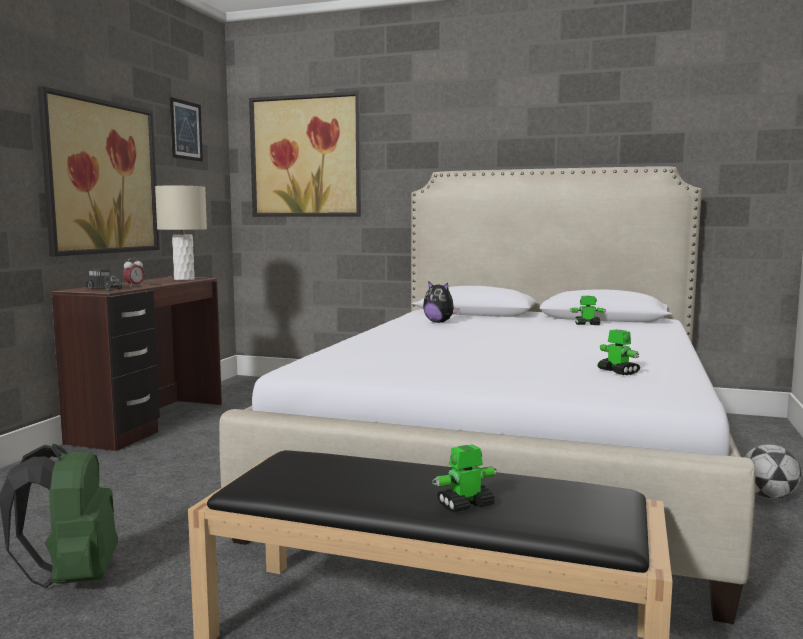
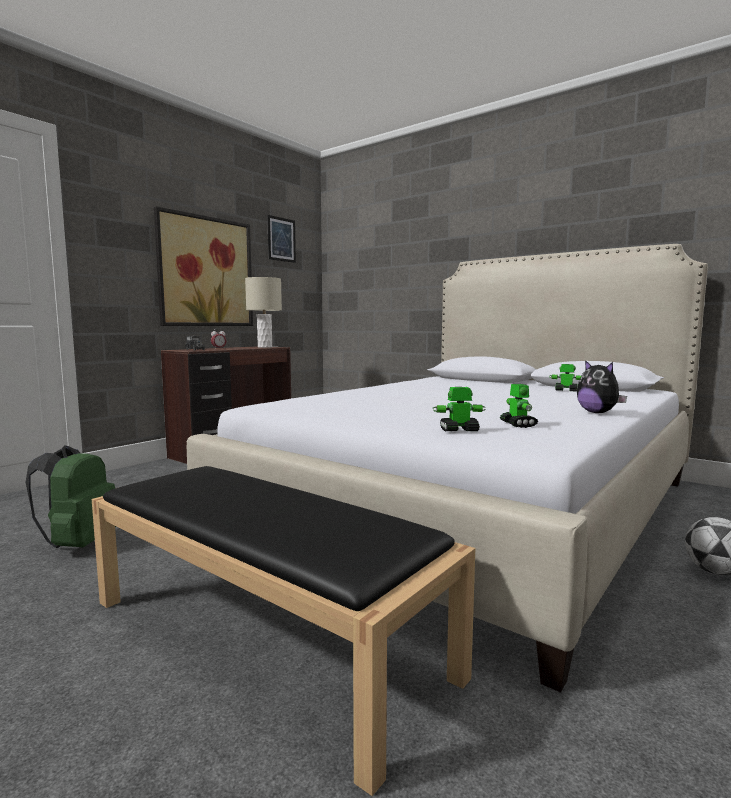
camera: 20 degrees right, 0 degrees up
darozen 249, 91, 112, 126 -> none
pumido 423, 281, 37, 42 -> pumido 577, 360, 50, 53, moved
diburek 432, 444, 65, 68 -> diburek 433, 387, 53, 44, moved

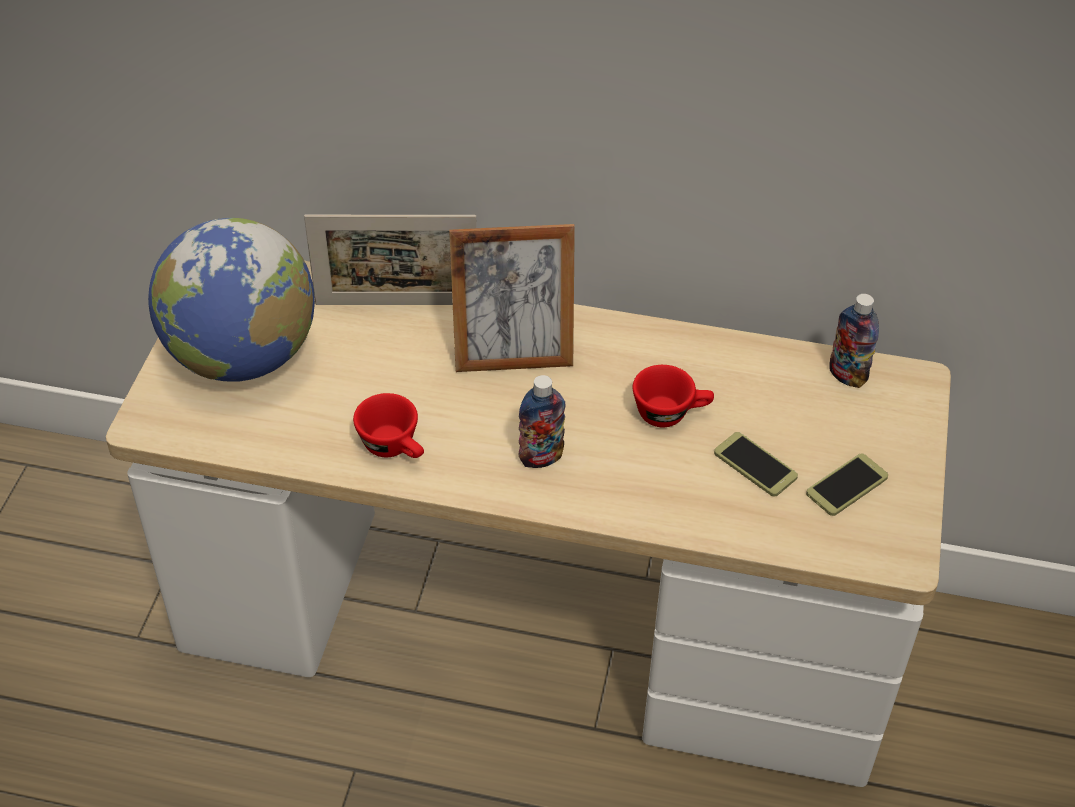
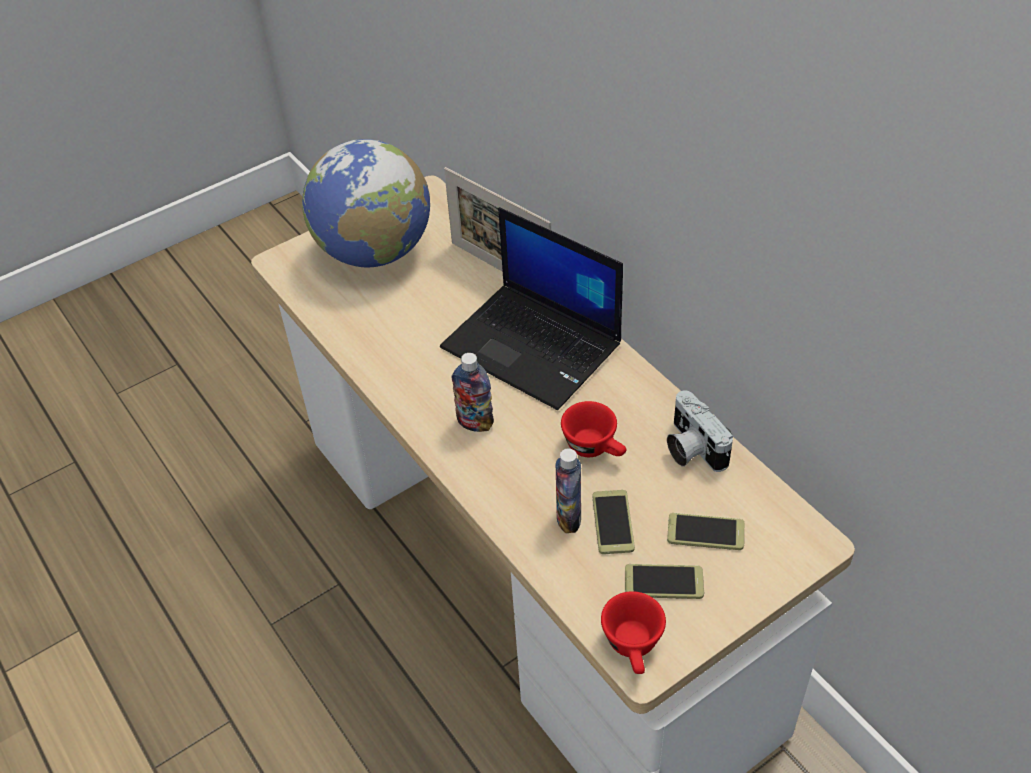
camera: 45 degrees right, 0 degrees up
none -> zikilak 667, 390, 66, 82
none -> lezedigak 667, 513, 77, 37
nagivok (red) 353, 393, 71, 65 -> nagivok (red) 601, 591, 65, 83, moved
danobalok 829, 294, 50, 94 -> danobalok 555, 449, 26, 84, moved
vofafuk 449, 224, 126, 148 -> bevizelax 440, 207, 183, 203

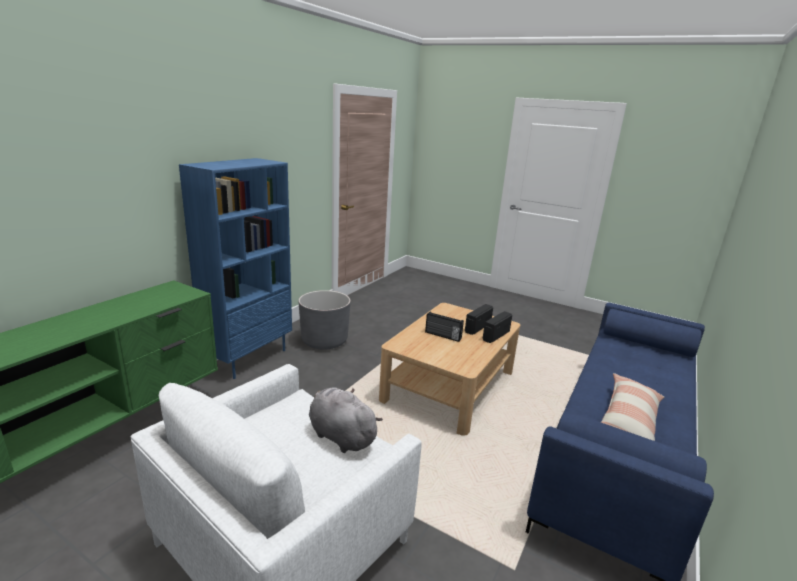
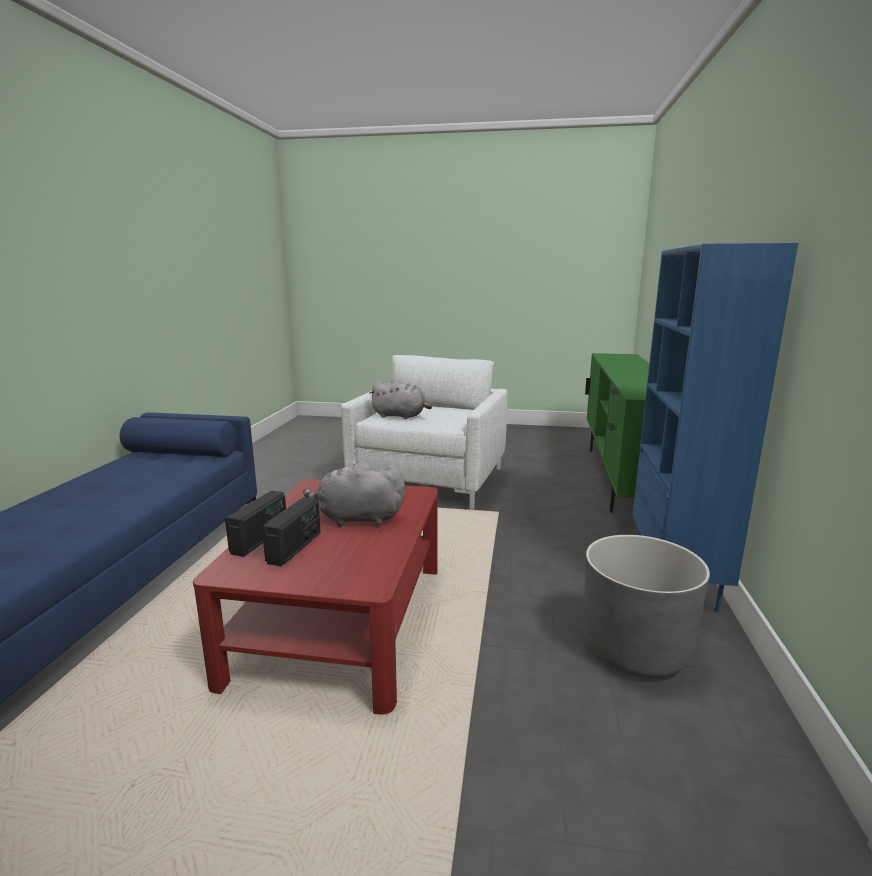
camera: 160 degrees right, 5 degrees down
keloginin 601, 373, 63, 68 -> none
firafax 425, 312, 39, 30 -> pumido (grey) 303, 462, 102, 65
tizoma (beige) 379, 303, 141, 133 -> tizoma (red) 193, 480, 245, 235

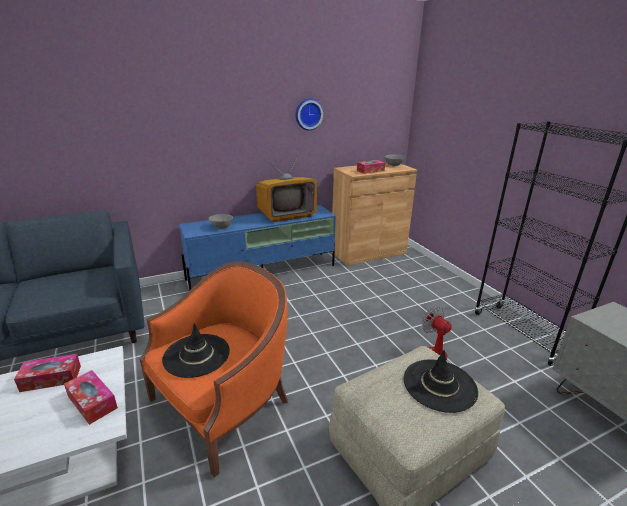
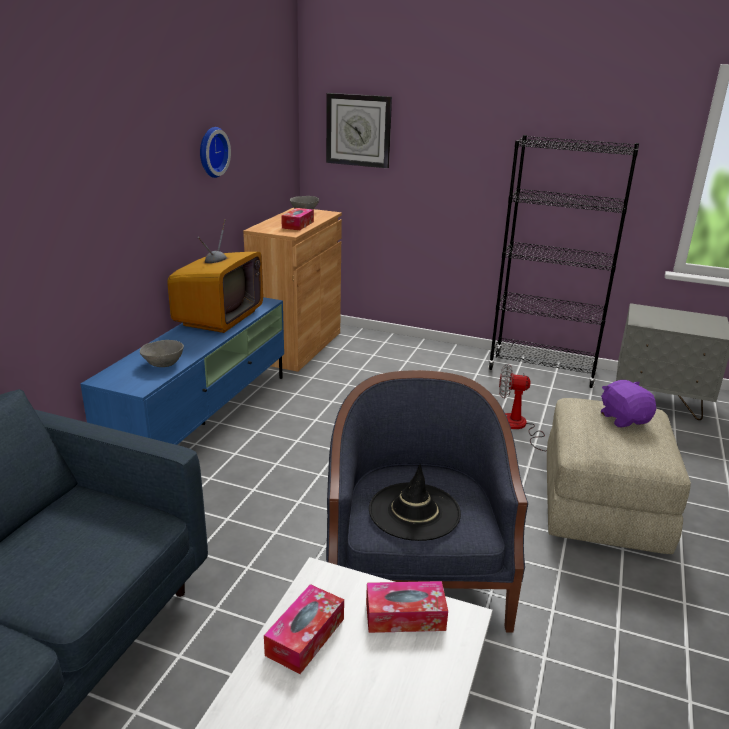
camera: 45 degrees left, 0 degrees up
none -> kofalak 326, 93, 66, 75
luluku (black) 404, 350, 74, 63 -> pumido (purple) 601, 380, 55, 47
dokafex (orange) 140, 261, 148, 217 -> dokafex (blue) 326, 370, 202, 263

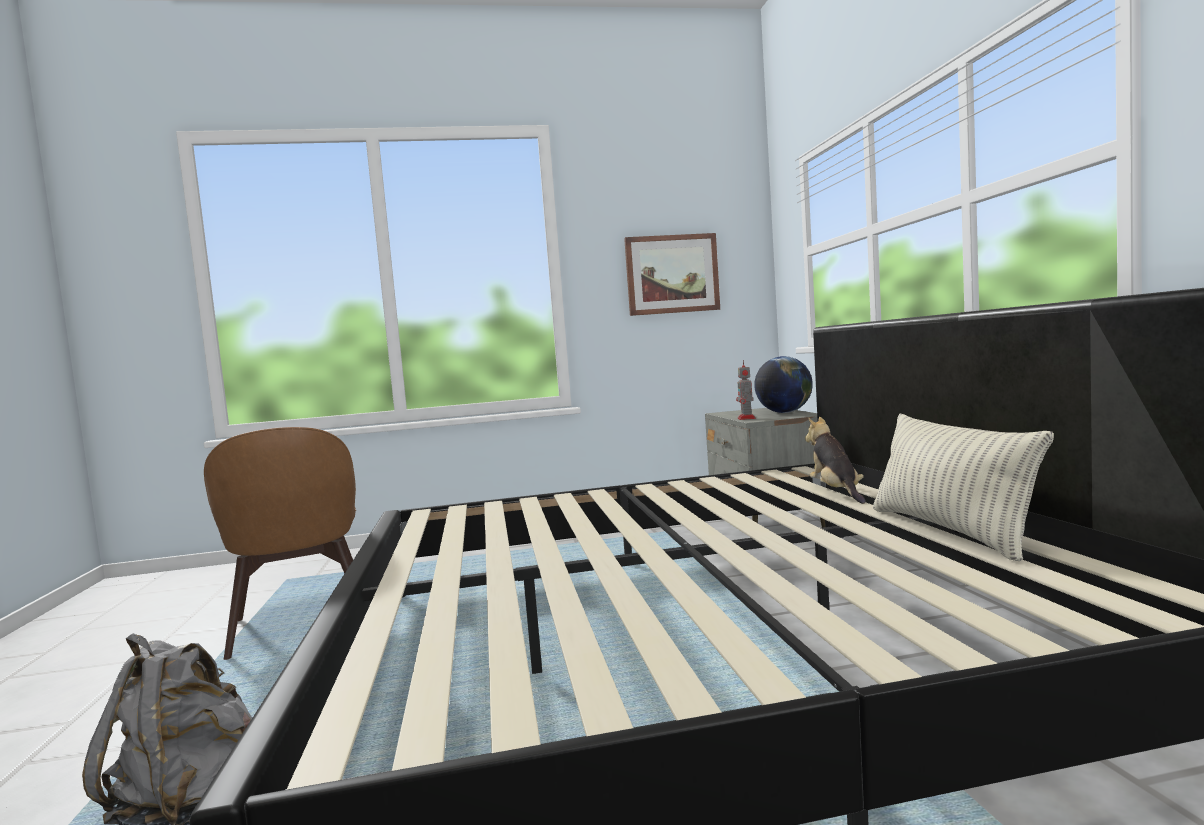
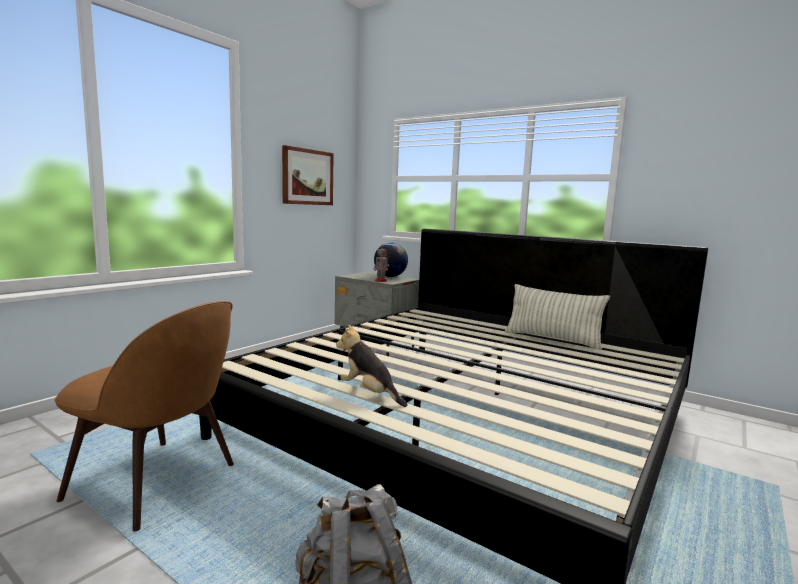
camera: 45 degrees left, 5 degrees up
pumido 805, 417, 61, 87 -> pumido 336, 325, 71, 82, moved

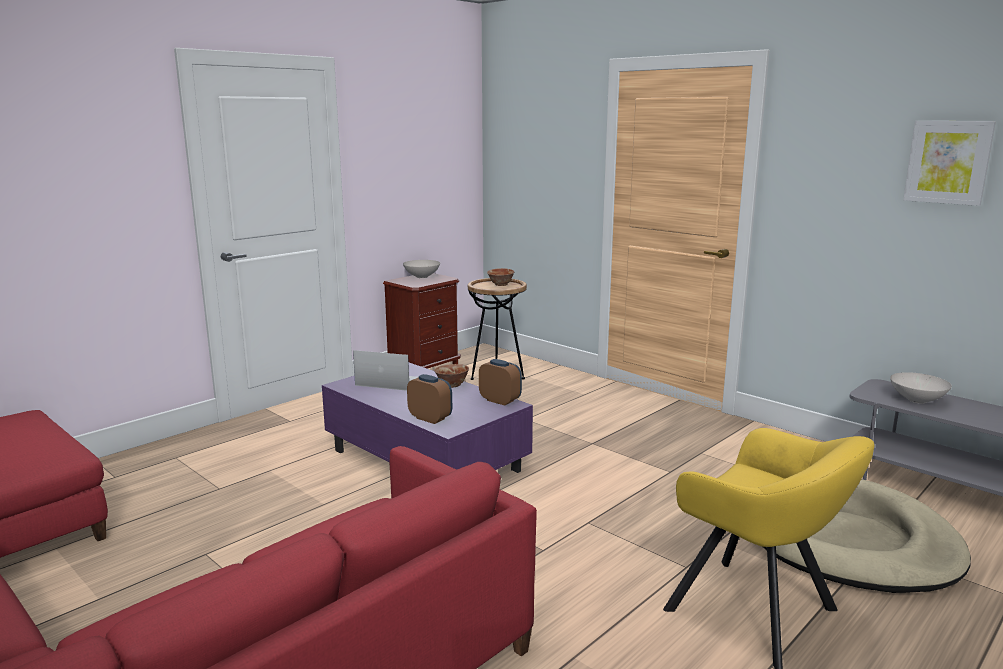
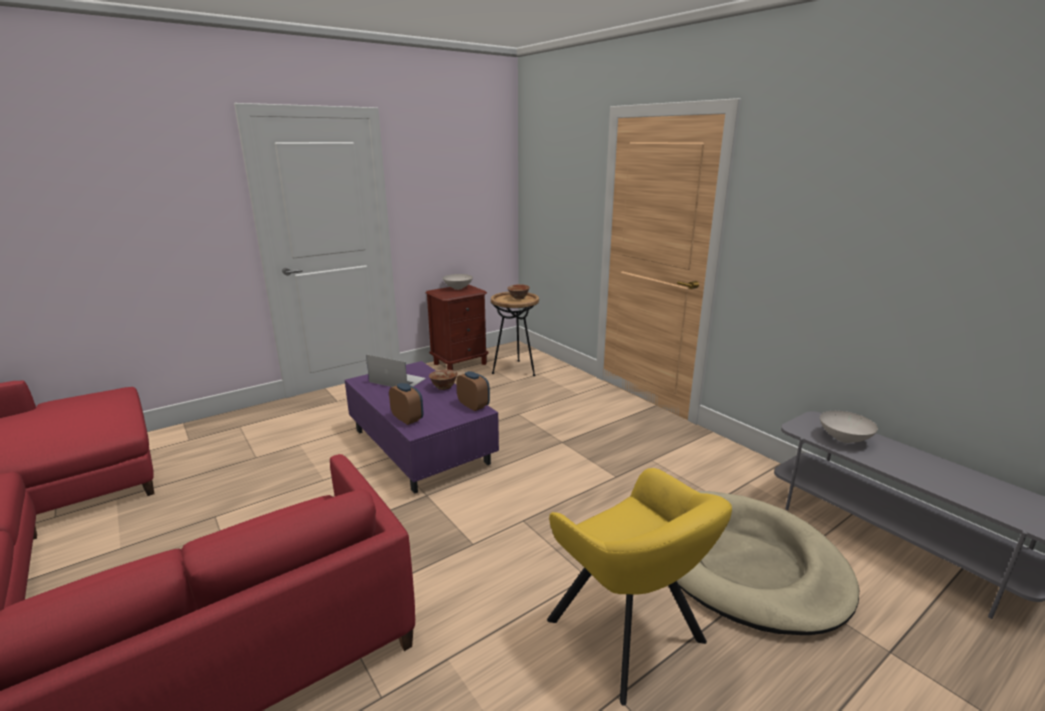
camera: 10 degrees right, 5 degrees up
darozen 903, 121, 93, 85 -> none

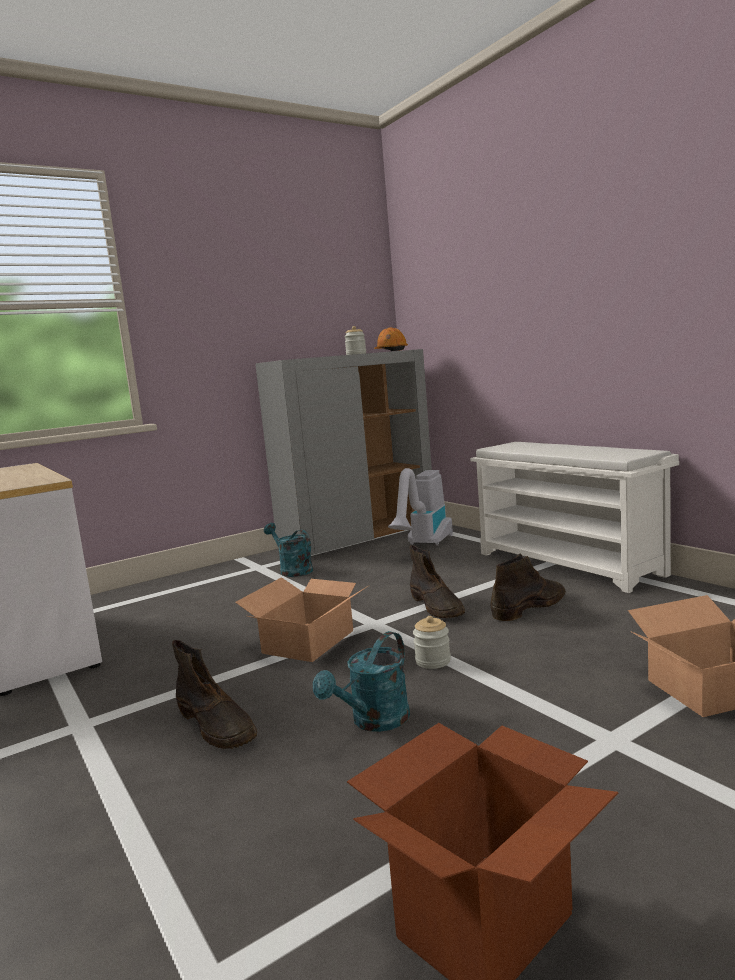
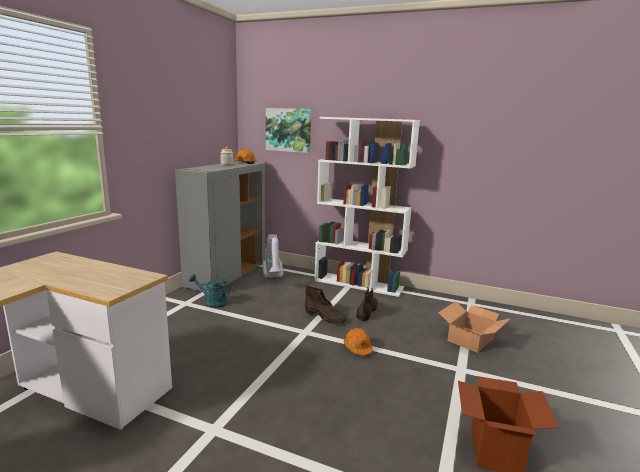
camera: 35 degrees left, 5 degrees up
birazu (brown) 172, 640, 85, 109 -> none
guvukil 235, 577, 135, 85 -> none
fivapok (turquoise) 313, 631, 97, 101 -> none
none -> darozen 266, 108, 45, 45
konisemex 413, 616, 38, 53 -> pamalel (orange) 344, 328, 29, 27
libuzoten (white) 470, 442, 209, 151 -> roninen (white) 314, 117, 106, 180

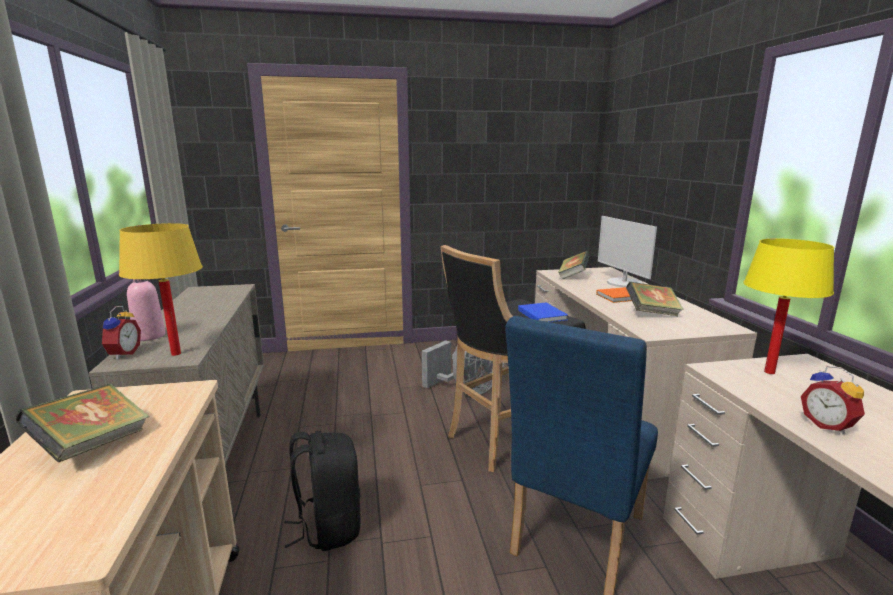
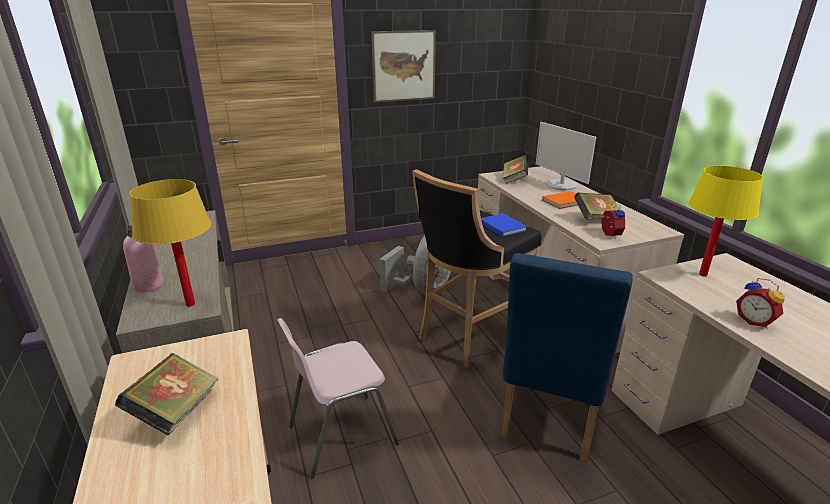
camera: 10 degrees left, 10 degrees up
none -> darozen 371, 30, 65, 73
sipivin 99, 306, 42, 54 -> sipivin 601, 201, 24, 38, moved
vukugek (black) 284, 431, 77, 120 -> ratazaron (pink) 277, 318, 122, 161

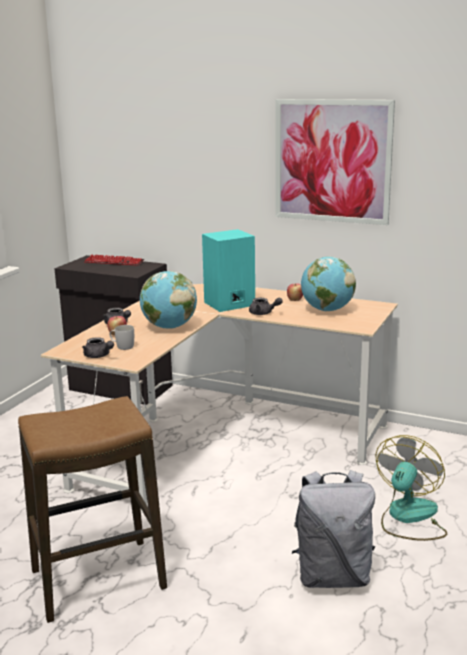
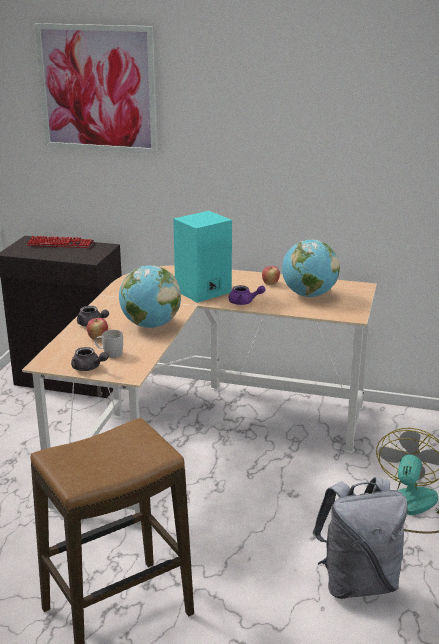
camera: 10 degrees left, 5 degrees up
darozen 275, 99, 120, 126 -> darozen 35, 23, 122, 131, moved
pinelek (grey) 249, 297, 34, 18 -> pinelek (purple) 229, 285, 37, 20

